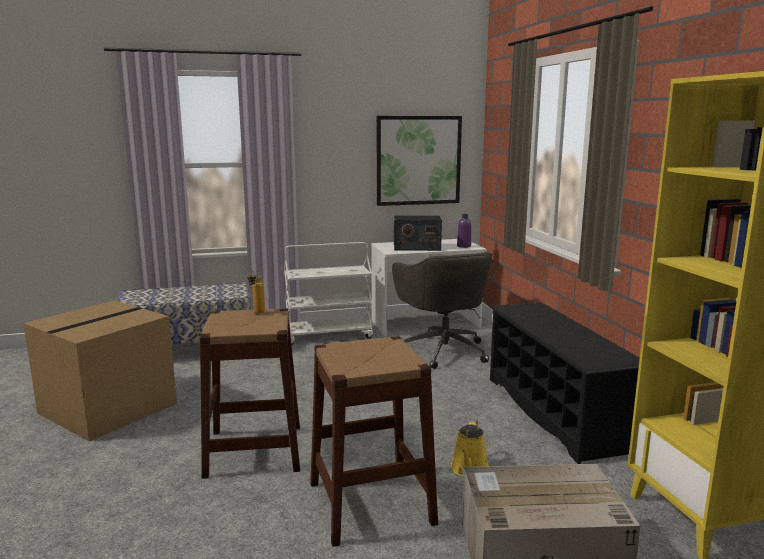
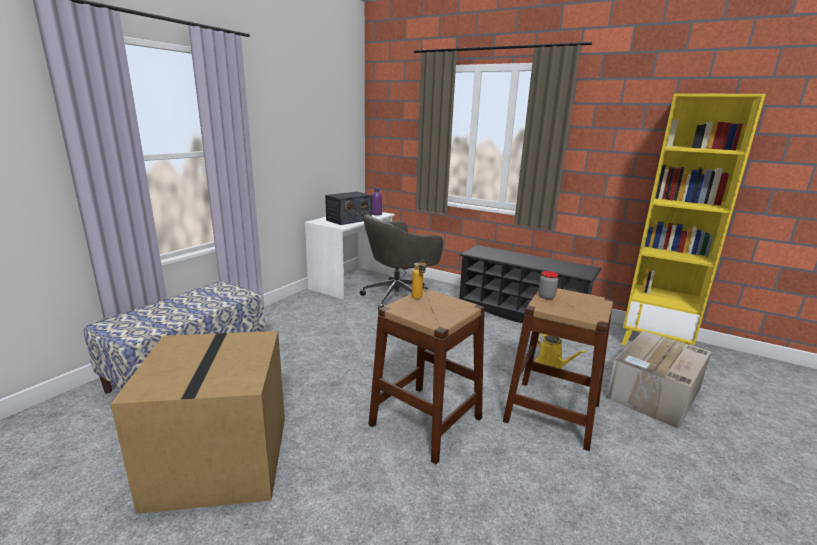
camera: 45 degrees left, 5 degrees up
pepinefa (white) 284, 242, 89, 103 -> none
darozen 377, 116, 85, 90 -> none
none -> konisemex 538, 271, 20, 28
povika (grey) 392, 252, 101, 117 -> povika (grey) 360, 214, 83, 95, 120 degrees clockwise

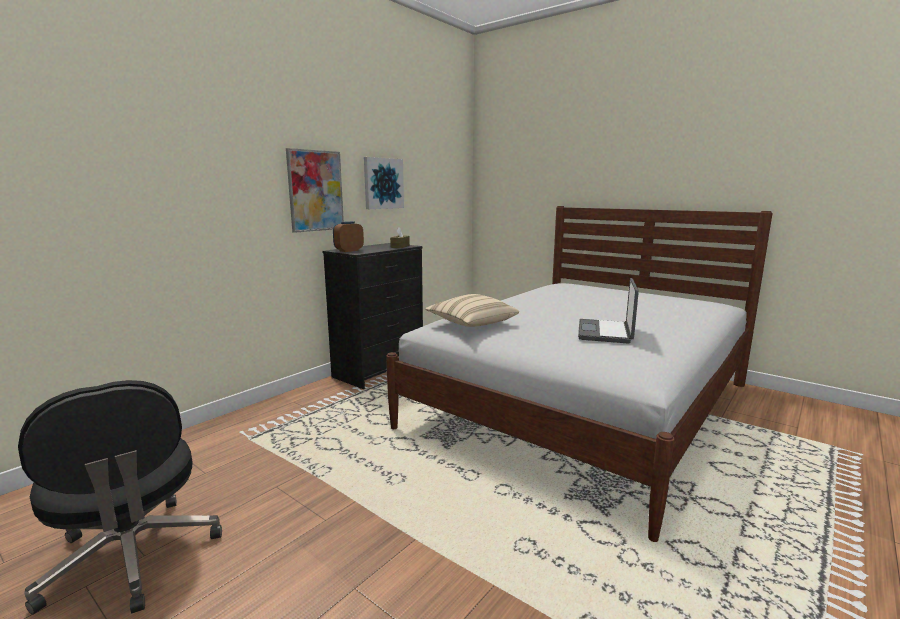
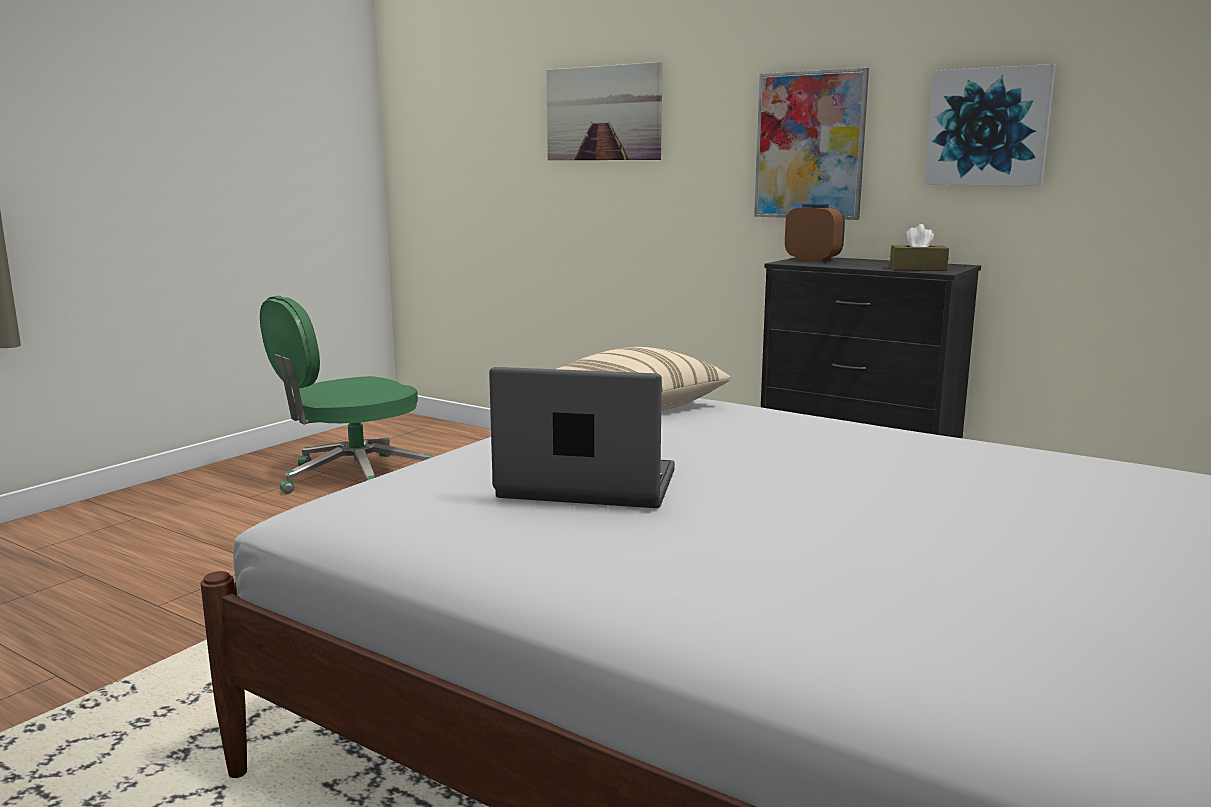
camera: 85 degrees right, 0 degrees up
none -> darozen 546, 62, 116, 98
povika (black) 18, 380, 204, 235 -> povika (green) 260, 296, 173, 198

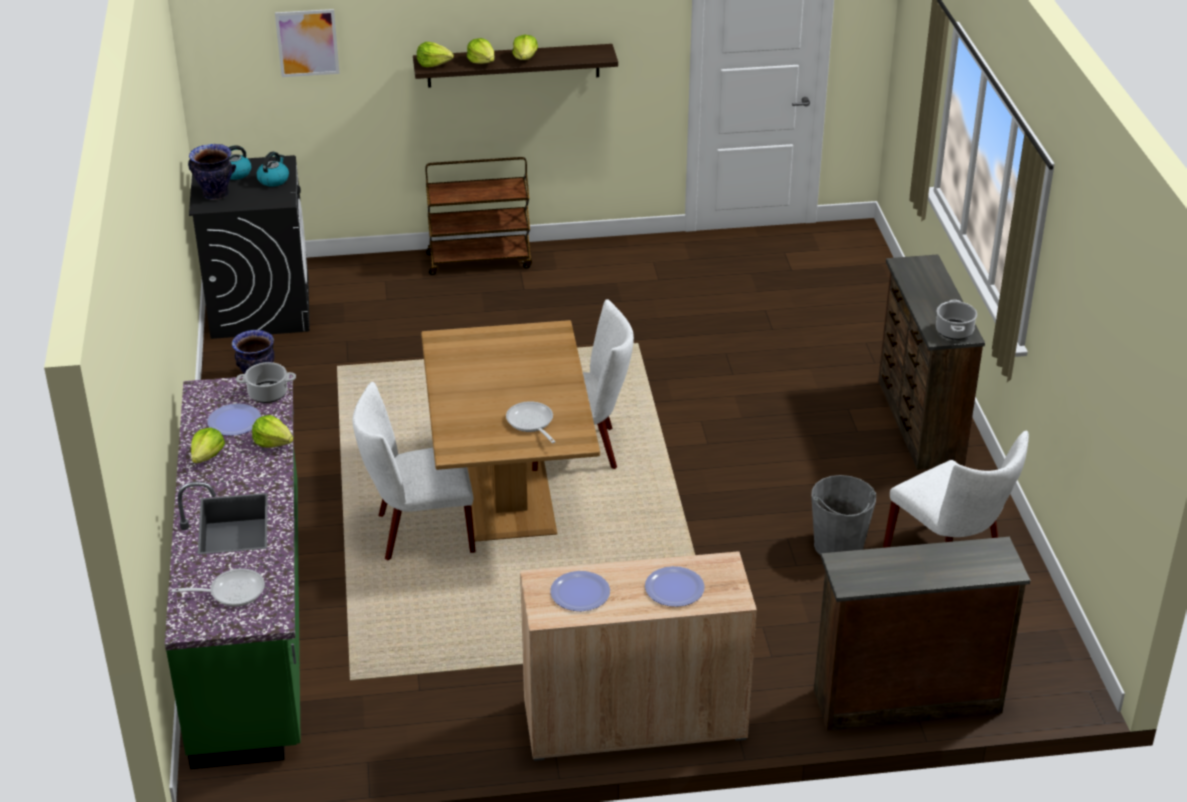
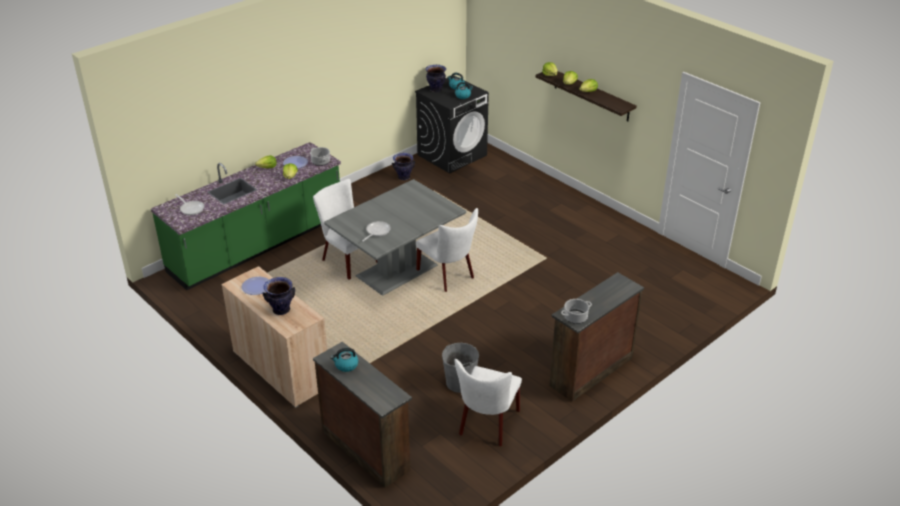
camera: 55 degrees right, 0 degrees up
darozen 275, 9, 65, 68 -> none
pepinefa (brown) 425, 157, 107, 118 -> none
none -> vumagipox 330, 348, 28, 24
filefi 645, 566, 60, 41 -> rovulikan 262, 277, 33, 38
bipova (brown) 421, 320, 179, 222 -> bipova (grey) 324, 179, 142, 117

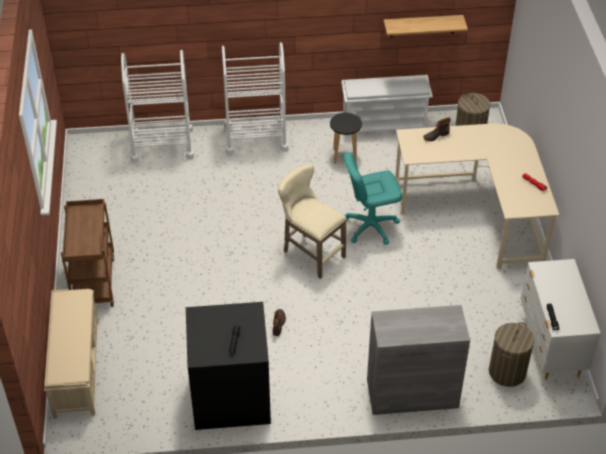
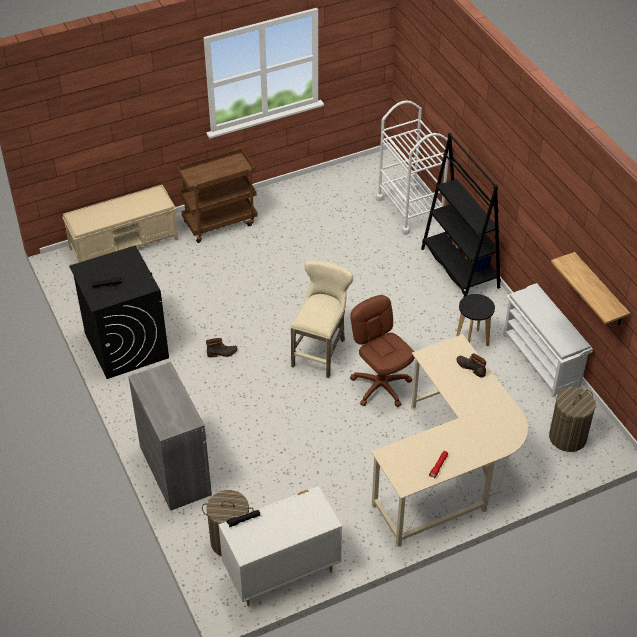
camera: 70 degrees right, 0 degrees up
pepinefa (white) 222, 42, 66, 113 -> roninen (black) 421, 133, 80, 165
povika (turquoise) 344, 152, 58, 93 -> povika (brown) 350, 295, 65, 112

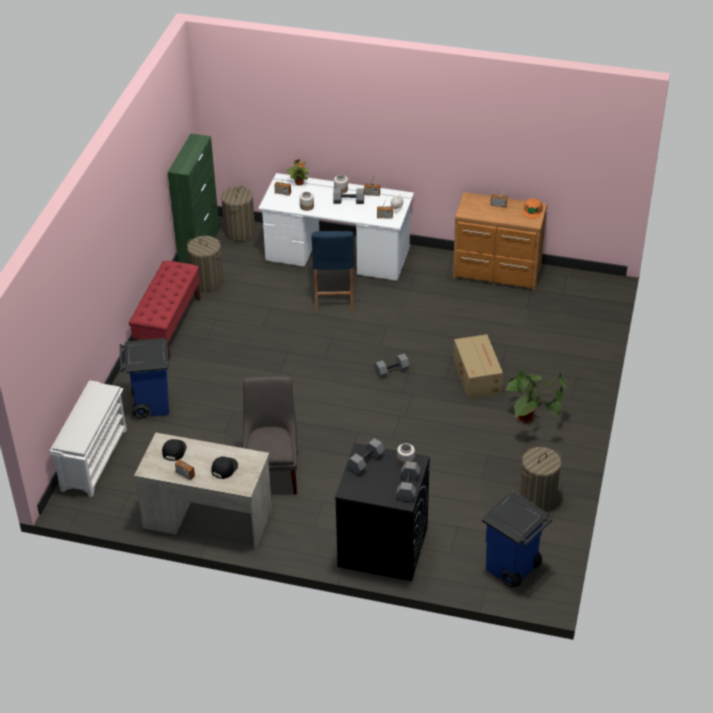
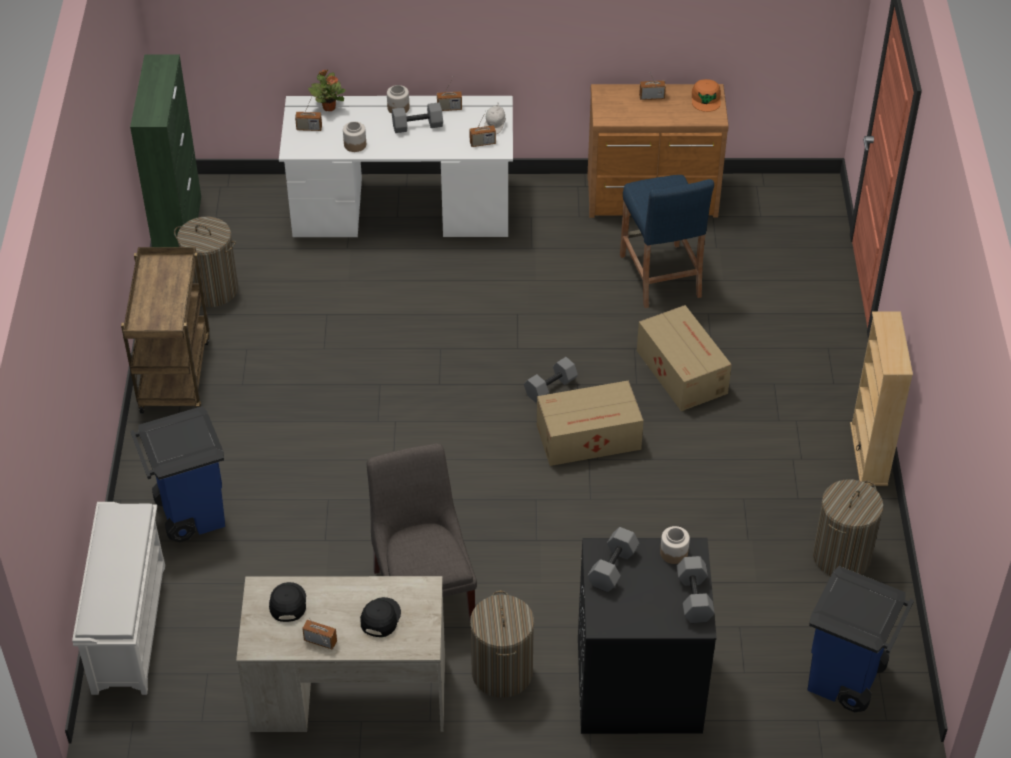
camera: 15 degrees left, 5 degrees up
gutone 505, 370, 63, 53 -> none
none -> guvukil 537, 380, 107, 86
none -> roninen (beige) 850, 312, 63, 174
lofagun 221, 186, 34, 55 -> lofagun 470, 591, 64, 107, moved
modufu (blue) 311, 231, 43, 80 -> modufu (blue) 620, 175, 94, 133, moved
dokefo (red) 129, 261, 71, 99 -> pepinefa (brown) 121, 247, 89, 166

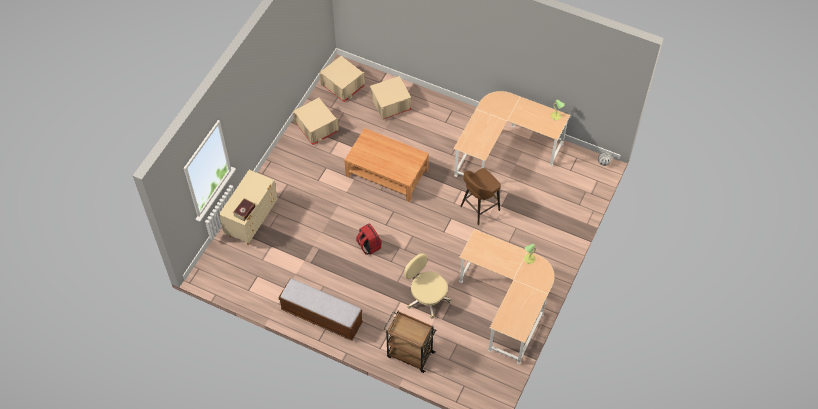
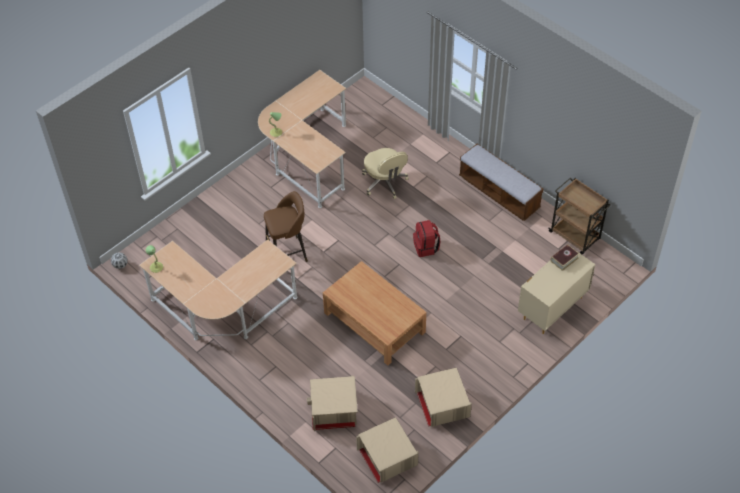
camera: 160 degrees left, 5 degrees down
pepinefa (brown) 384, 311, 52, 62 -> pepinefa (brown) 548, 178, 63, 76, moved

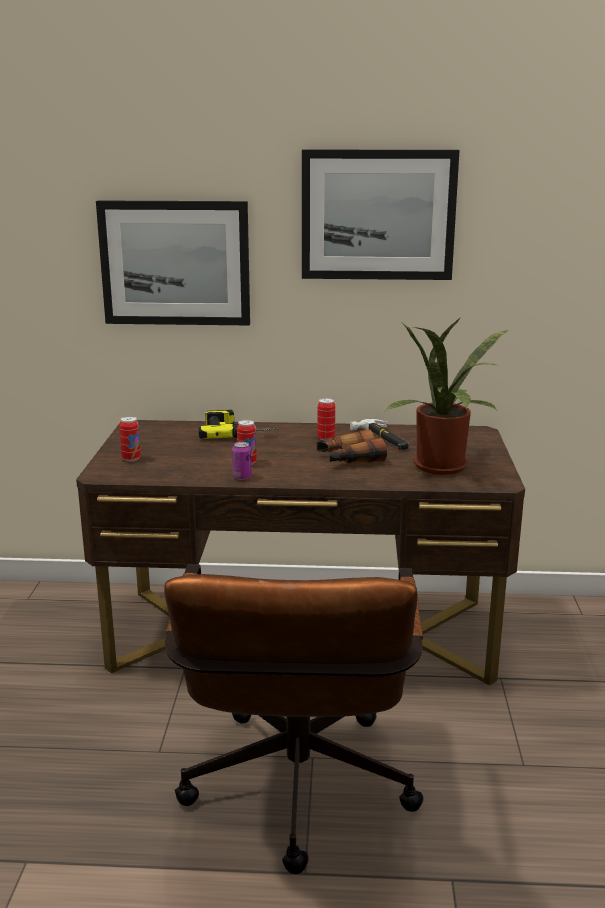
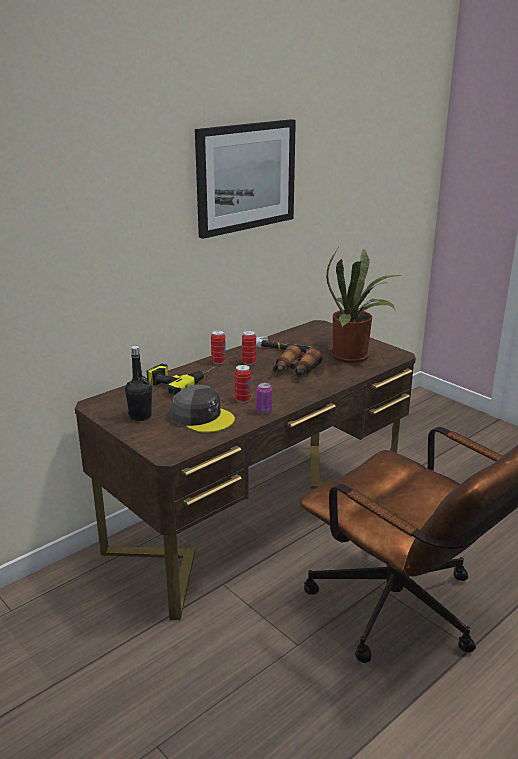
camera: 45 degrees left, 5 degrees up
darozen 96, 201, 154, 124 -> none
none -> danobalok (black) 125, 346, 27, 75
none -> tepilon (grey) 170, 385, 65, 48
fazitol 119, 416, 22, 46 -> fazitol 211, 330, 15, 34, moved

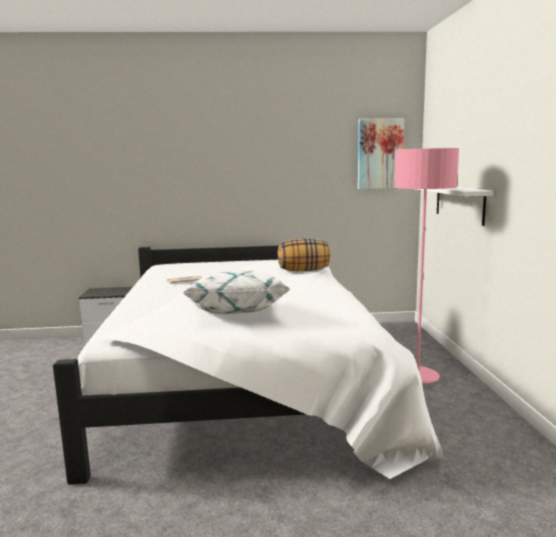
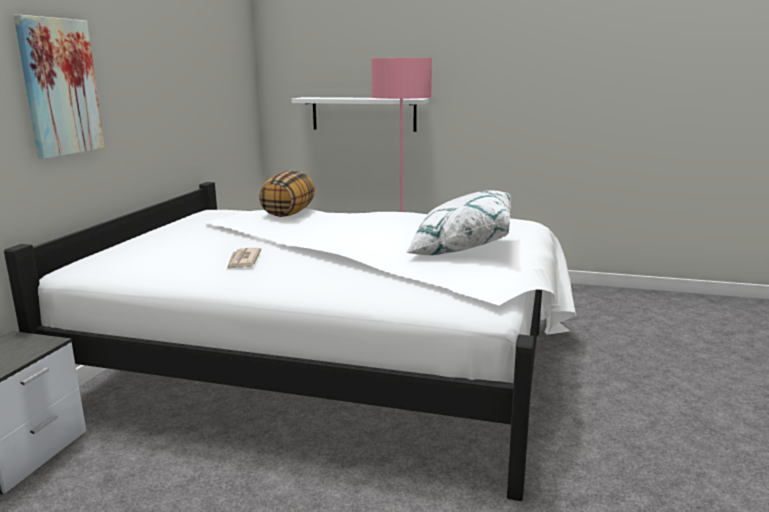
camera: 70 degrees left, 5 degrees up
darozen 358, 118, 46, 71 -> darozen 14, 15, 91, 144, moved

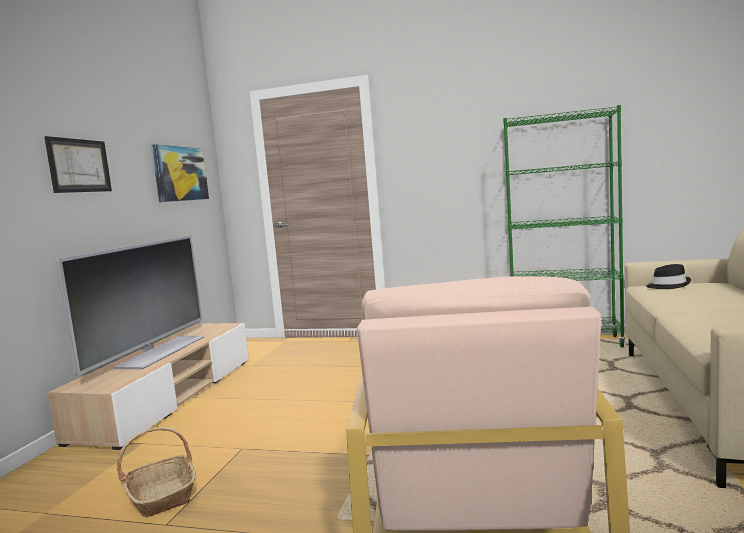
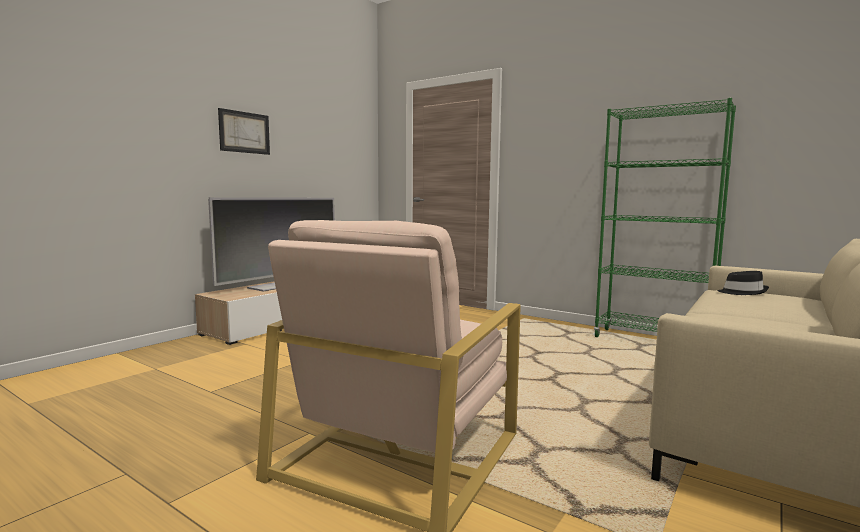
camera: 20 degrees right, 0 degrees up
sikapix 117, 427, 79, 90 -> none
darozen 151, 144, 58, 58 -> none

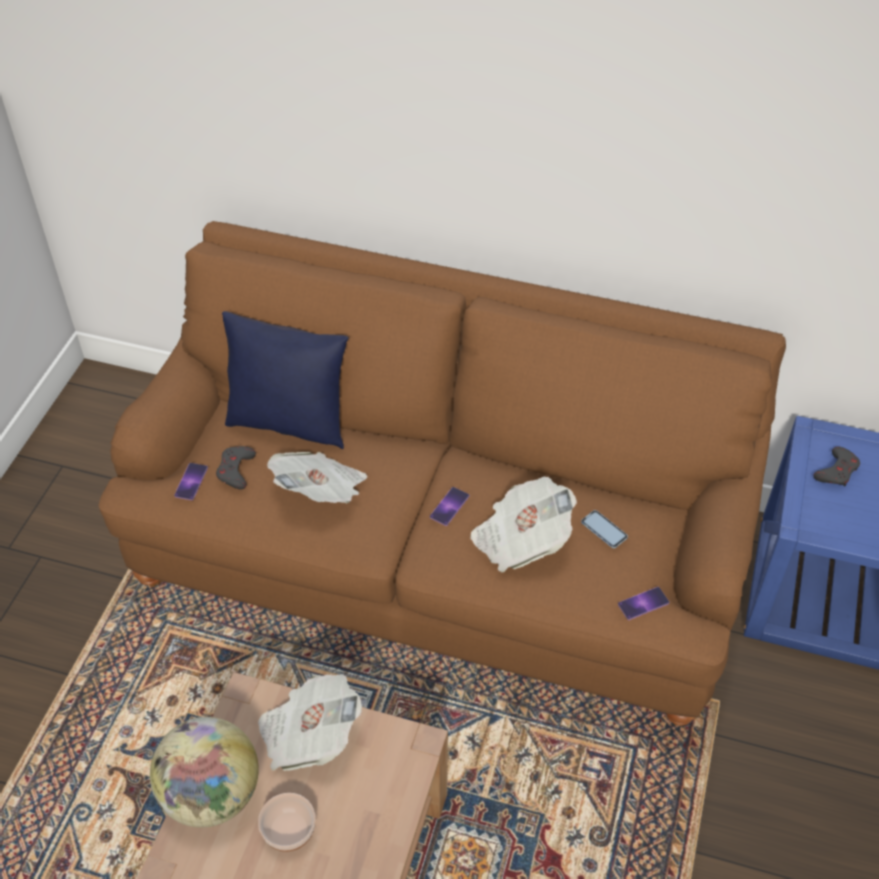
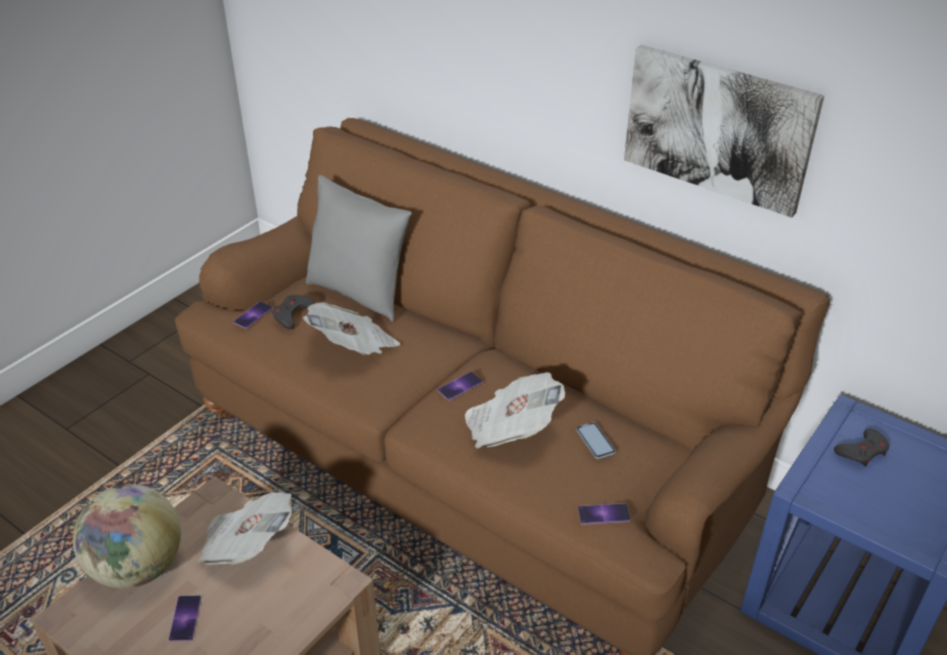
camera: 20 degrees right, 10 degrees down
none -> darozen 624, 45, 200, 173
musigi 258, 793, 57, 59 -> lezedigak 169, 595, 32, 47
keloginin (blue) 222, 311, 127, 138 -> keloginin (grey) 306, 175, 106, 147

